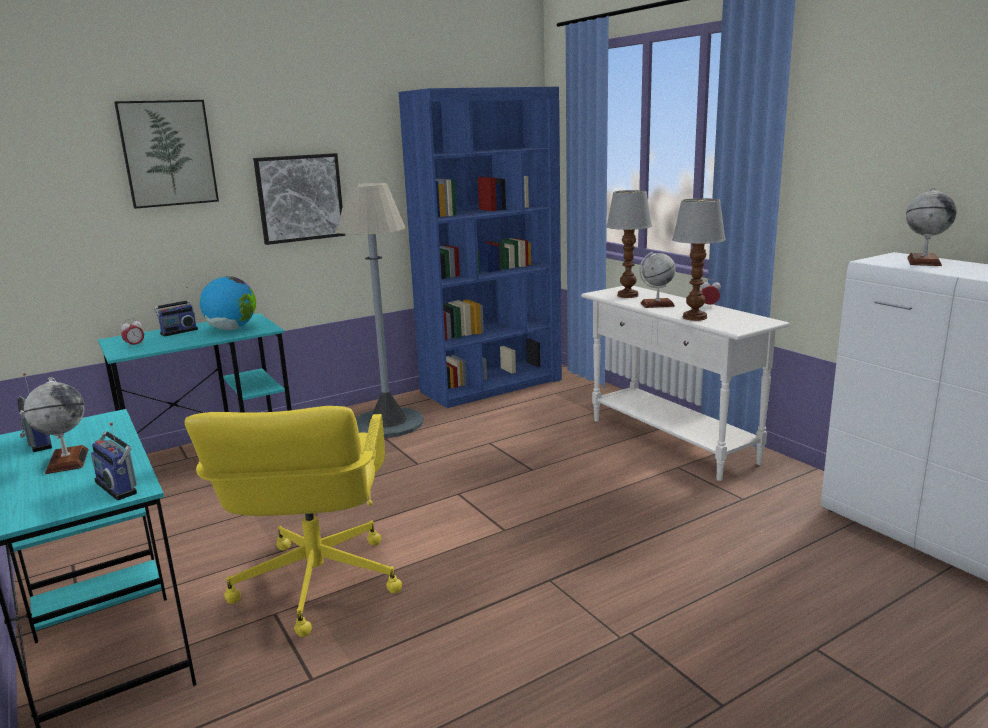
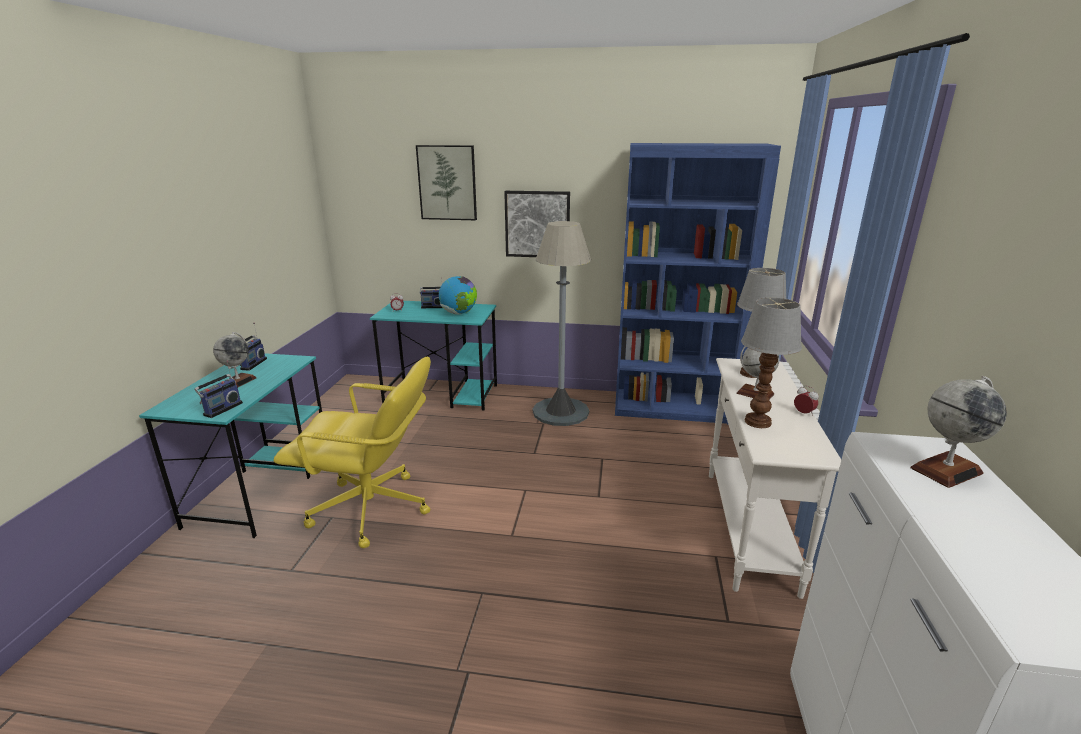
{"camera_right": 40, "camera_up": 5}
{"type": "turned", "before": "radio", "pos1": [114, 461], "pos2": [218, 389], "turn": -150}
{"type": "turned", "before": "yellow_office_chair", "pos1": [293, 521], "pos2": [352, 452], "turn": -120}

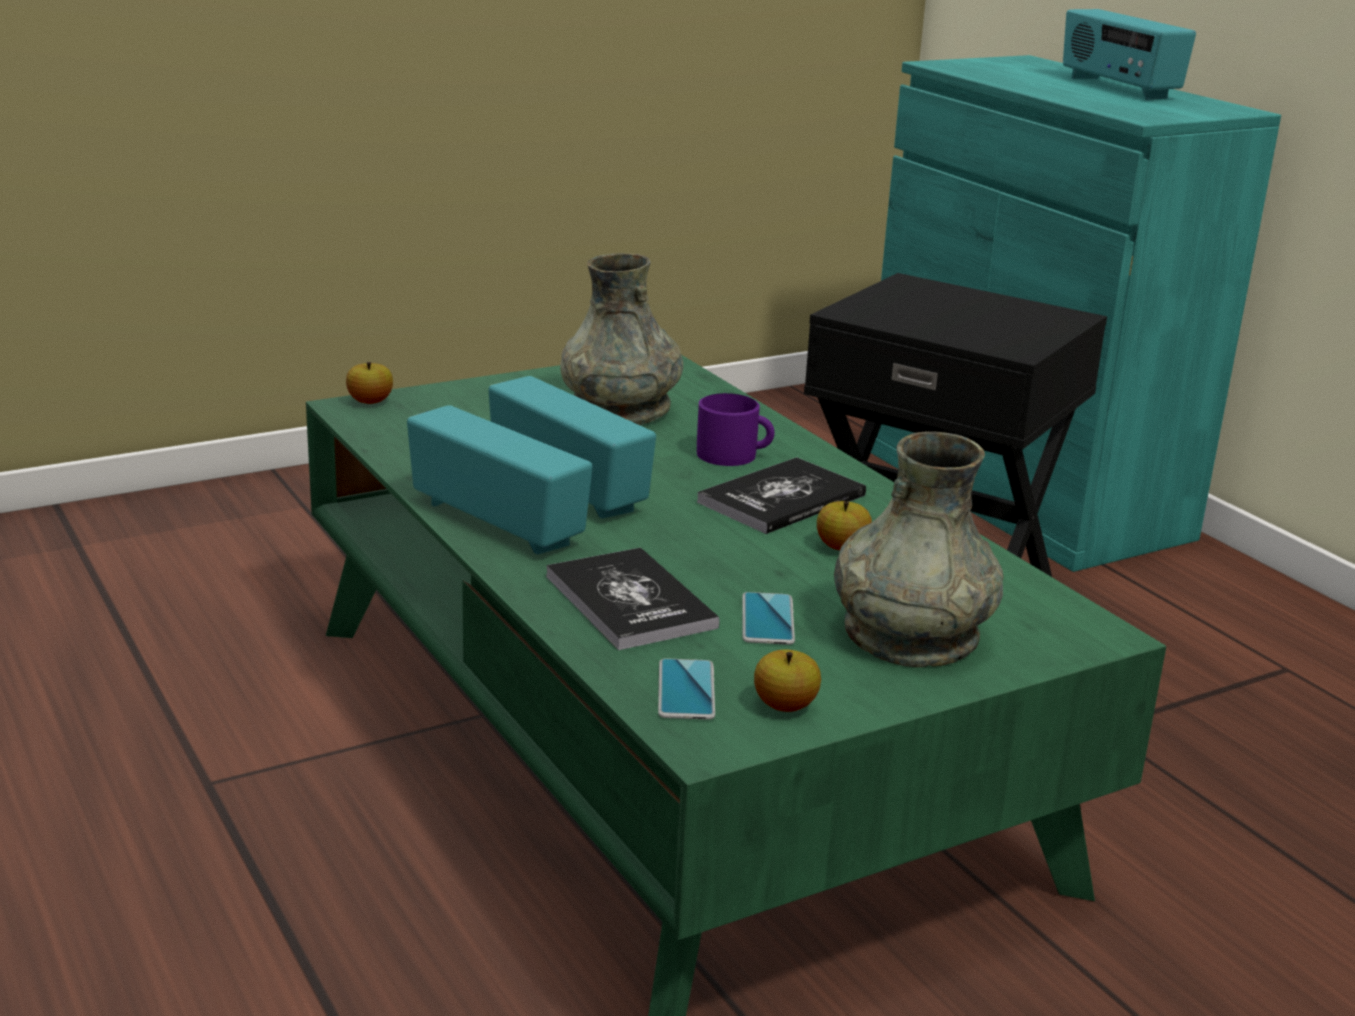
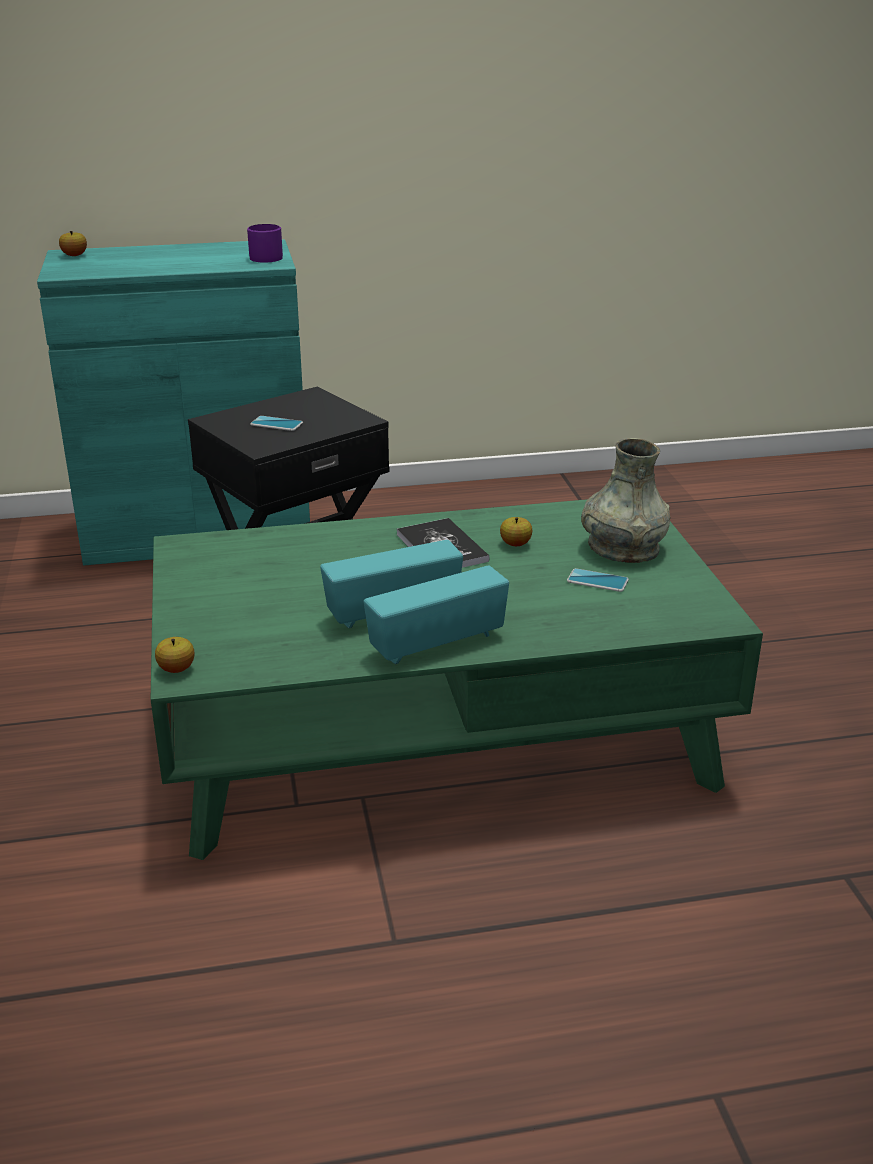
{"camera_right": -70, "camera_up": 5}
{"type": "removed", "before": "book", "pos1": [633, 599]}
{"type": "removed", "before": "grey_vase", "pos1": [621, 339]}
{"type": "moved", "before": "phone", "pos1": [686, 689], "pos2": [276, 423]}
{"type": "moved", "before": "purple_mug", "pos1": [736, 429], "pos2": [265, 243]}
{"type": "moved", "before": "apple", "pos1": [787, 681], "pos2": [73, 243]}
{"type": "removed", "before": "radio", "pos1": [1129, 54]}

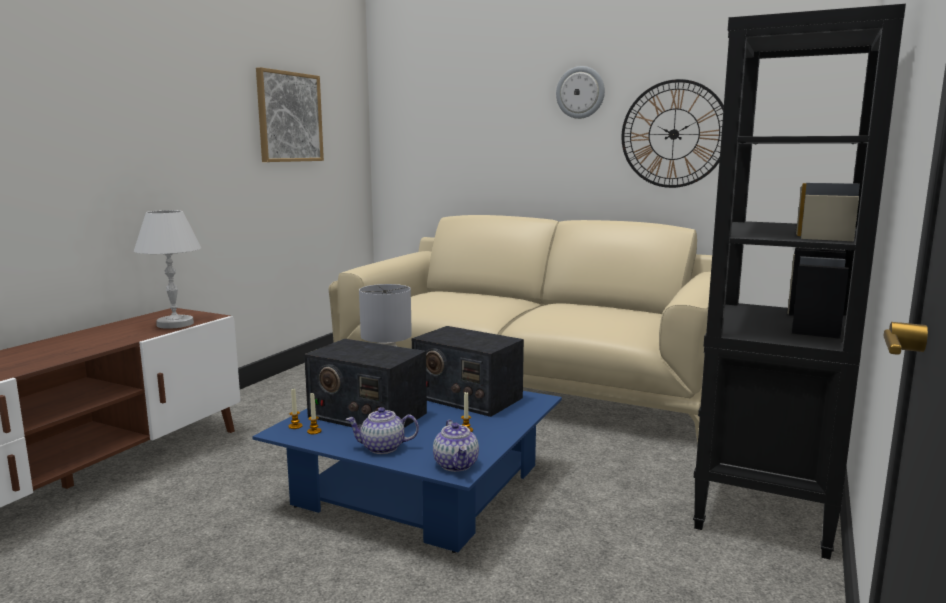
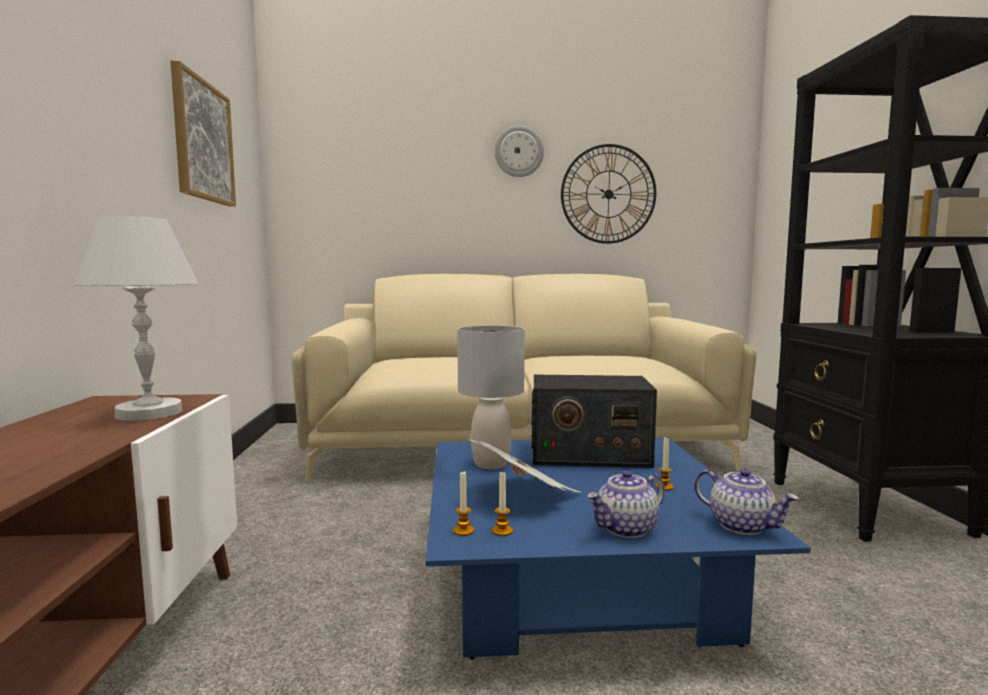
{"camera_right": -30, "camera_up": -5}
{"type": "replaced", "before": "radio", "after": "newspaper", "pos1": [365, 383], "pos2": [525, 466]}

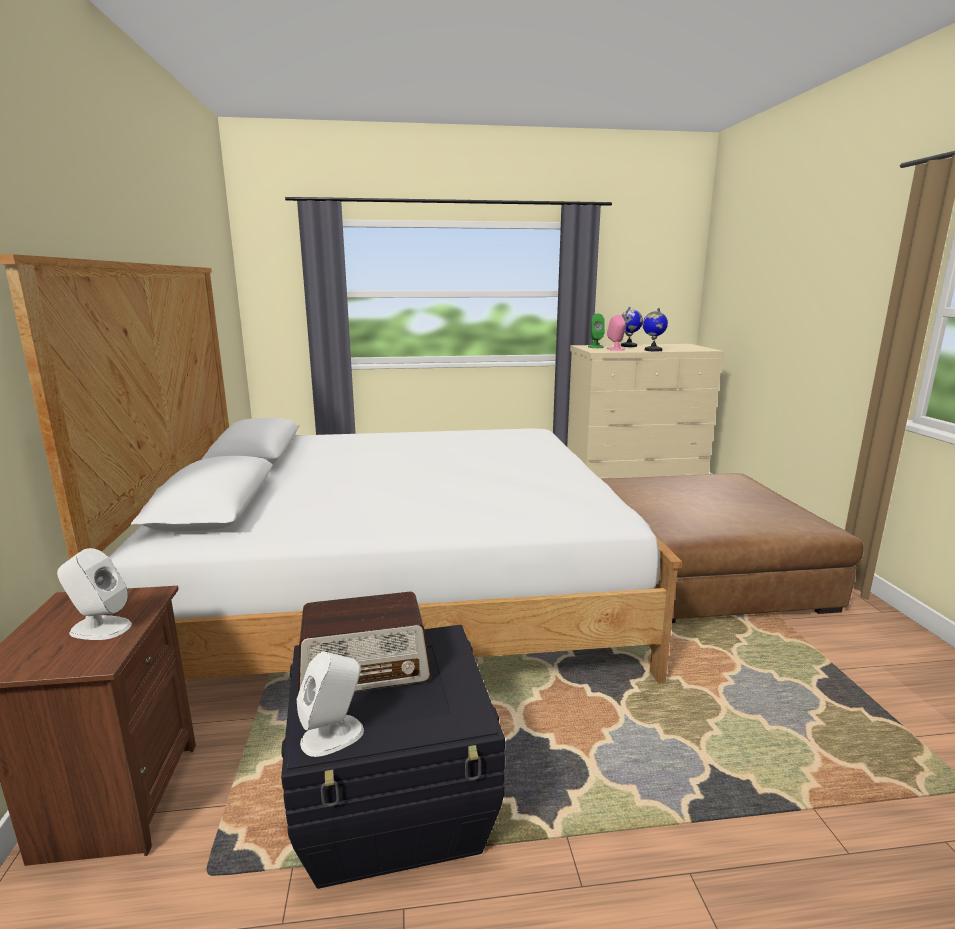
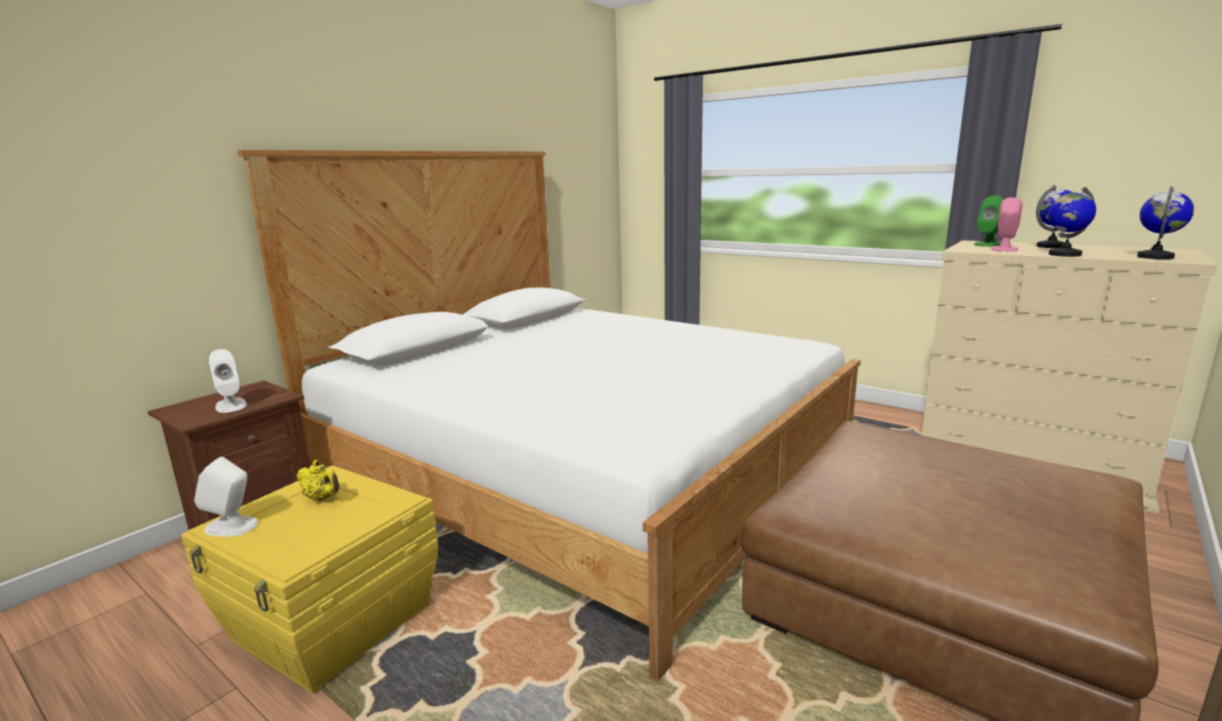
{"camera_right": 45, "camera_up": 0}
{"type": "recoloured", "before": "black_storage_box", "after": "yellow_storage_box", "pos1": [393, 757], "pos2": [309, 580]}
{"type": "replaced", "before": "radio", "after": "yellow_teapot", "pos1": [364, 643], "pos2": [318, 480]}
{"type": "added", "after": "globe", "pos2": [1165, 222]}

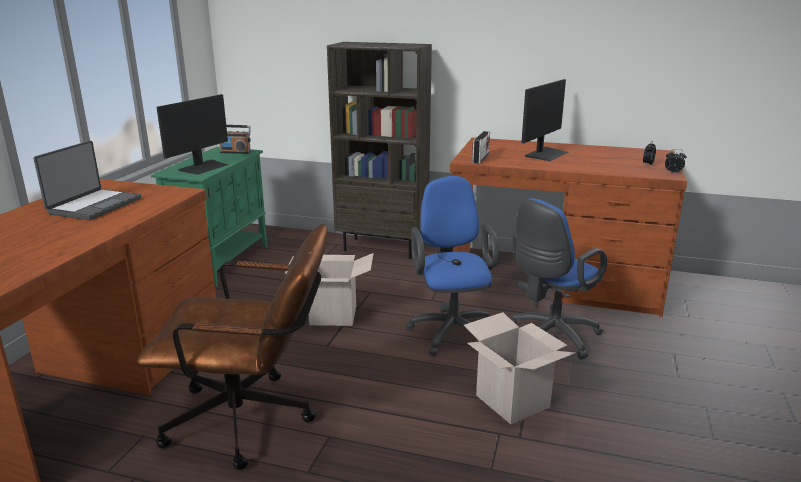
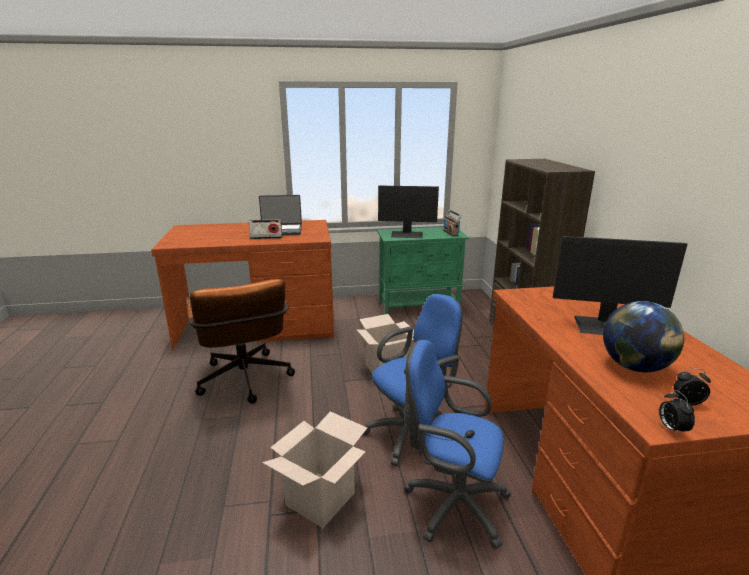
{"camera_right": 65, "camera_up": 0}
{"type": "moved", "before": "radio", "pos1": [481, 147], "pos2": [265, 229]}
{"type": "added", "after": "globe", "pos2": [643, 336]}

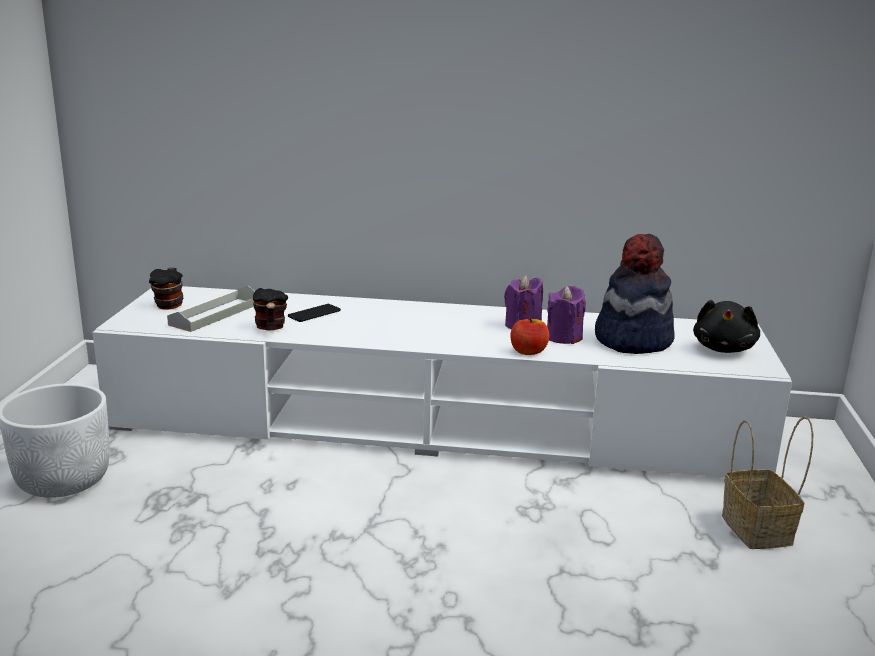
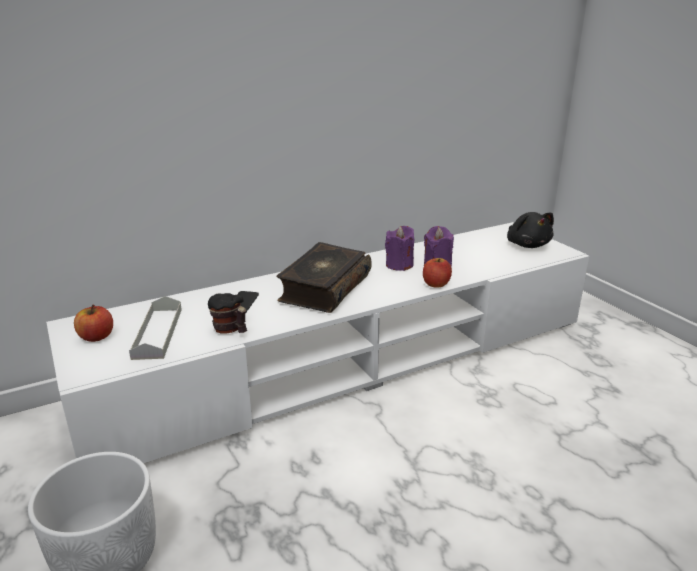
{"camera_right": -35, "camera_up": 5}
{"type": "replaced", "before": "mug", "after": "apple", "pos1": [166, 289], "pos2": [93, 323]}
{"type": "removed", "before": "hat", "pos1": [635, 294]}
{"type": "removed", "before": "basket", "pos1": [767, 482]}
{"type": "added", "after": "book", "pos2": [324, 277]}

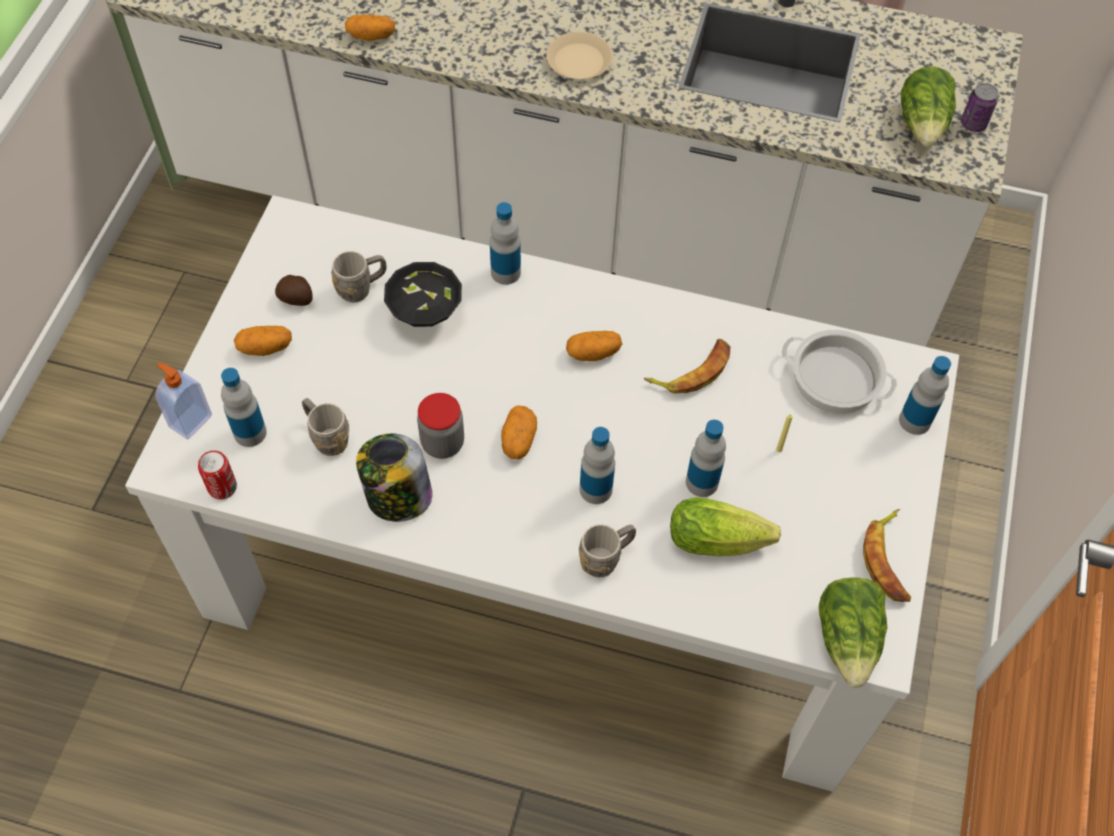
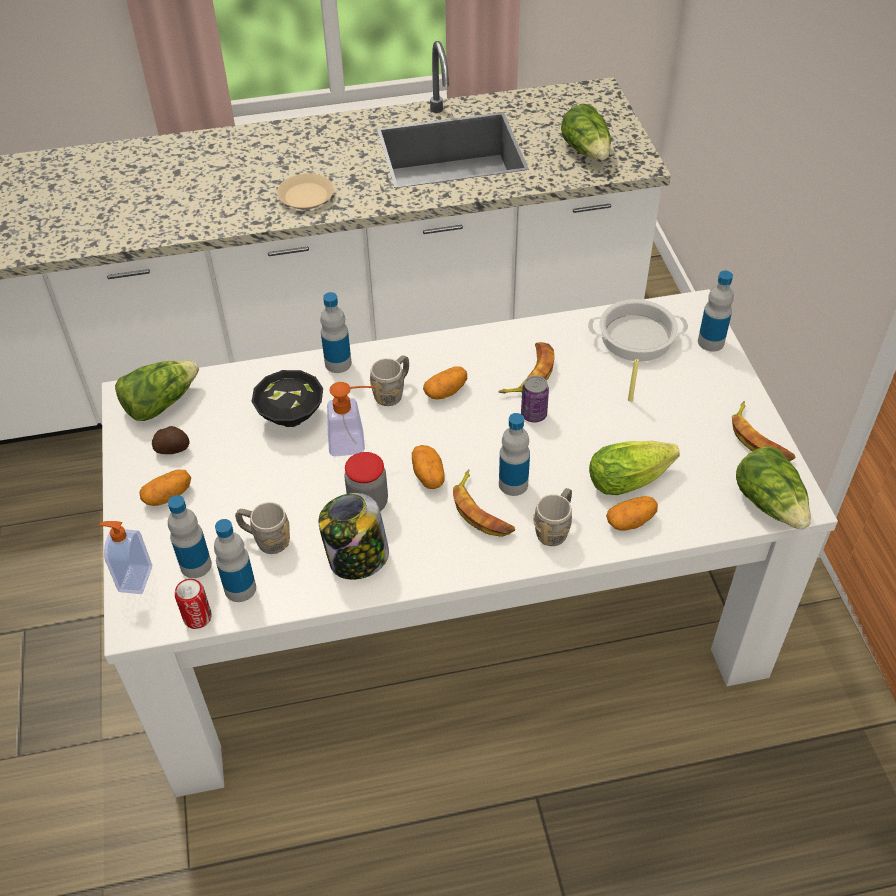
{"camera_right": -25, "camera_up": -10}
{"type": "moved", "before": "grey_mug", "pos1": [359, 276], "pos2": [389, 380]}
{"type": "moved", "before": "potato", "pos1": [370, 28], "pos2": [632, 513]}
{"type": "moved", "before": "bottle", "pos1": [706, 458], "pos2": [235, 560]}
{"type": "moved", "before": "can", "pos1": [980, 107], "pos2": [535, 399]}
{"type": "added", "after": "lettuce", "pos2": [157, 390]}
{"type": "added", "after": "soap_dispenser", "pos2": [351, 419]}
{"type": "added", "after": "banana", "pos2": [484, 503]}

